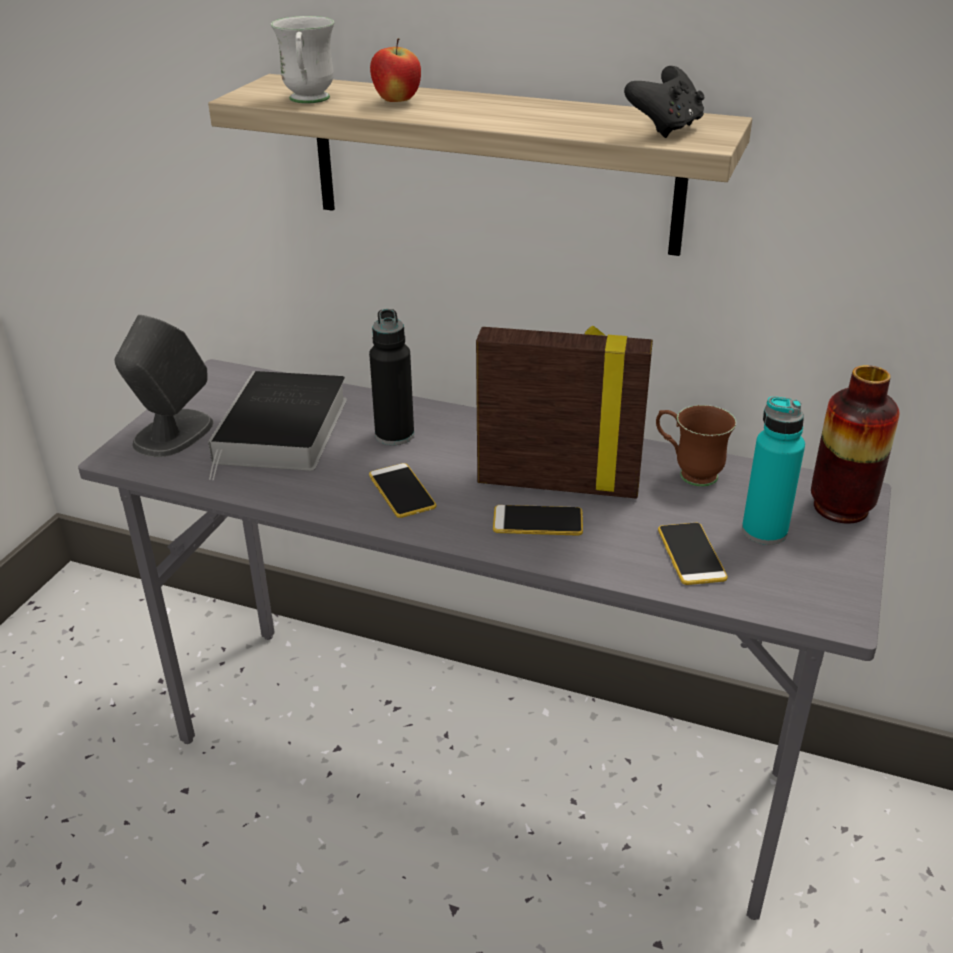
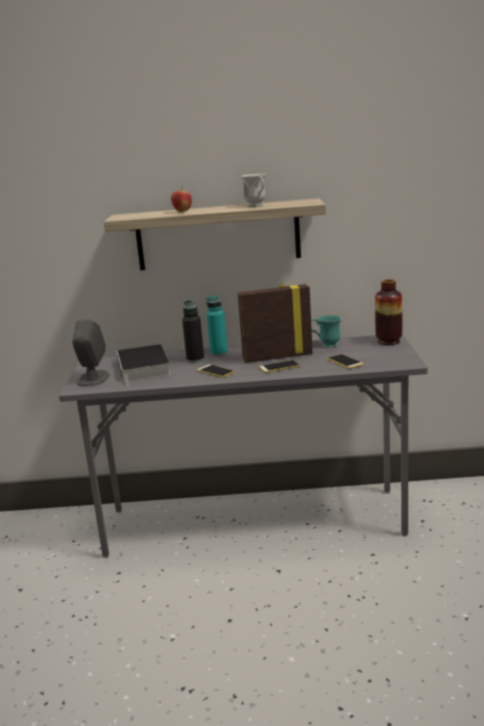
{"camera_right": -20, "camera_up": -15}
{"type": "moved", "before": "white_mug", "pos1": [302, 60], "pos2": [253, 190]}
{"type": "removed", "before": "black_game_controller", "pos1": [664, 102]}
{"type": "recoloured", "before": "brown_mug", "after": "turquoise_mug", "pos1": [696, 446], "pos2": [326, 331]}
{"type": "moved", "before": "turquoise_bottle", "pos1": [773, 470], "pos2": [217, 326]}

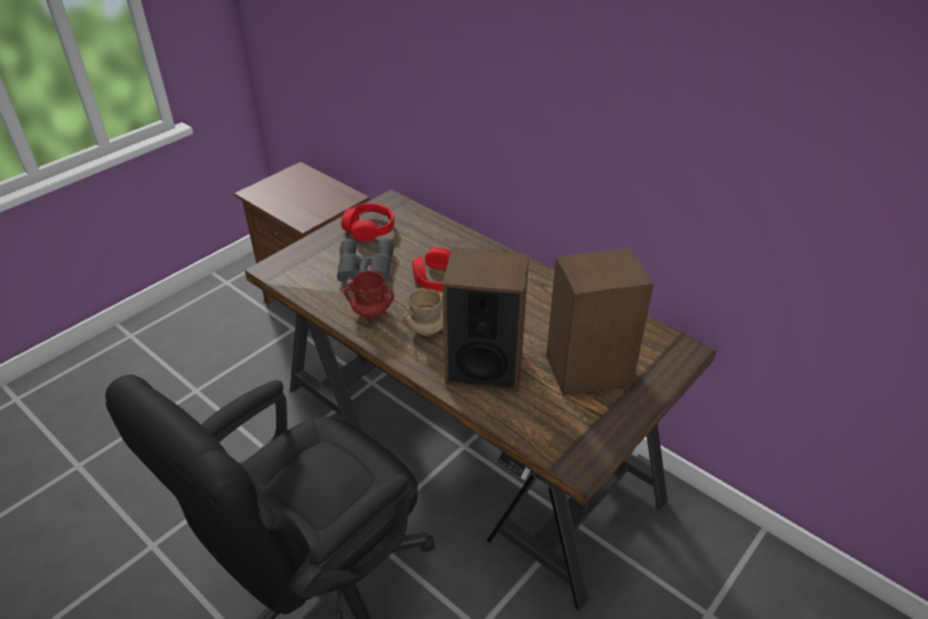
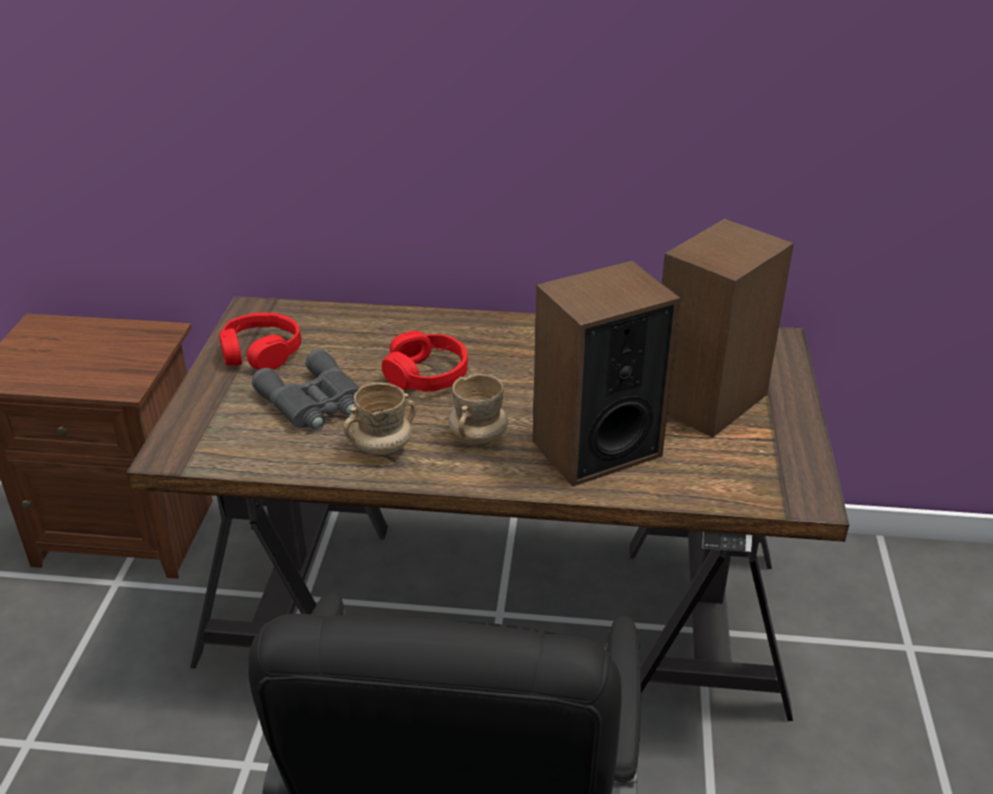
{"camera_right": -35, "camera_up": -5}
{"type": "recoloured", "before": "red_mug", "after": "beige_mug", "pos1": [369, 294], "pos2": [379, 419]}

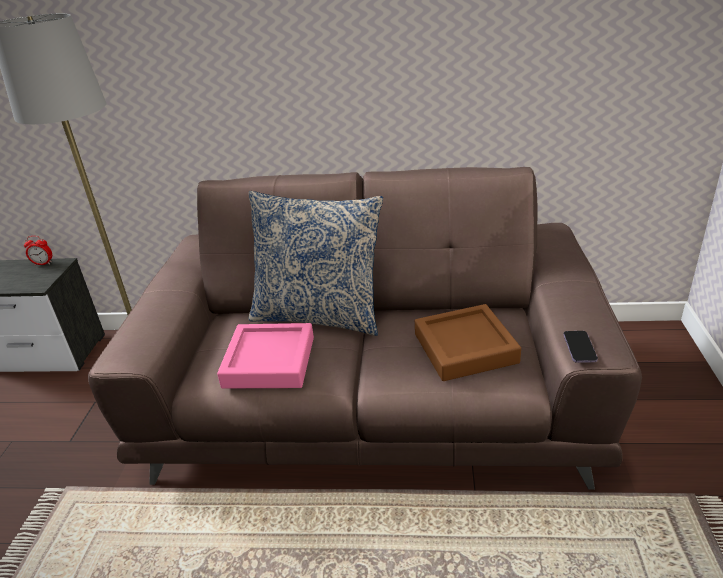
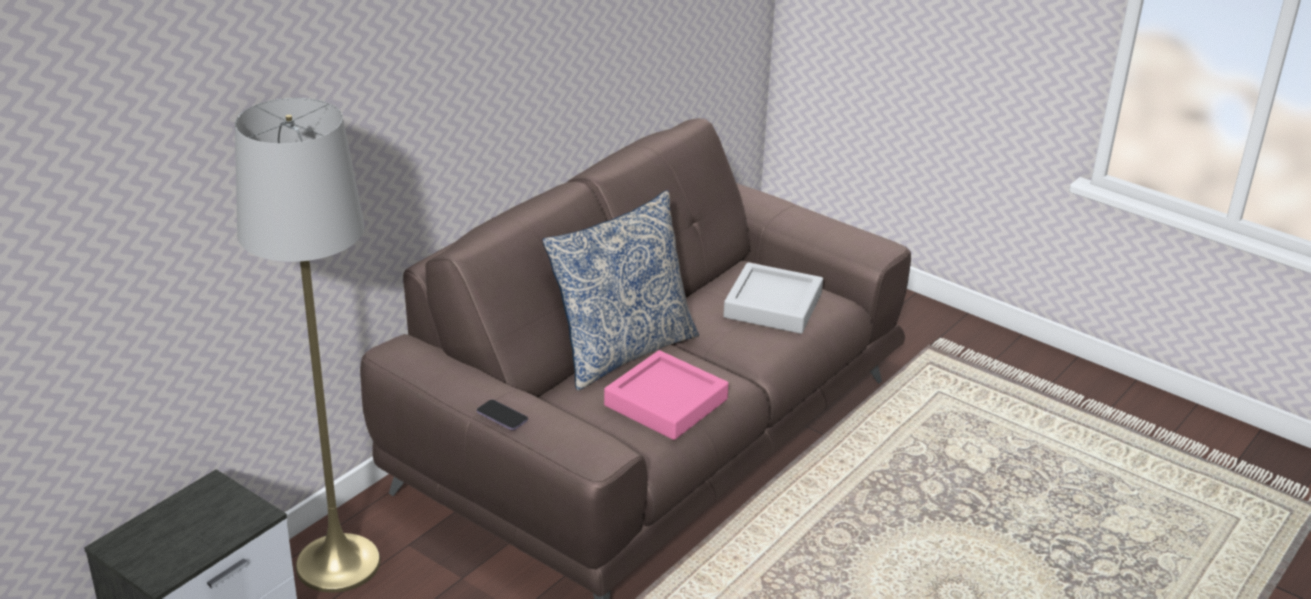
{"camera_right": -60, "camera_up": 0}
{"type": "removed", "before": "alarm_clock", "pos1": [38, 250]}
{"type": "recoloured", "before": "brown_tray", "after": "grey_tray", "pos1": [468, 342], "pos2": [773, 298]}
{"type": "moved", "before": "phone", "pos1": [580, 347], "pos2": [502, 415]}

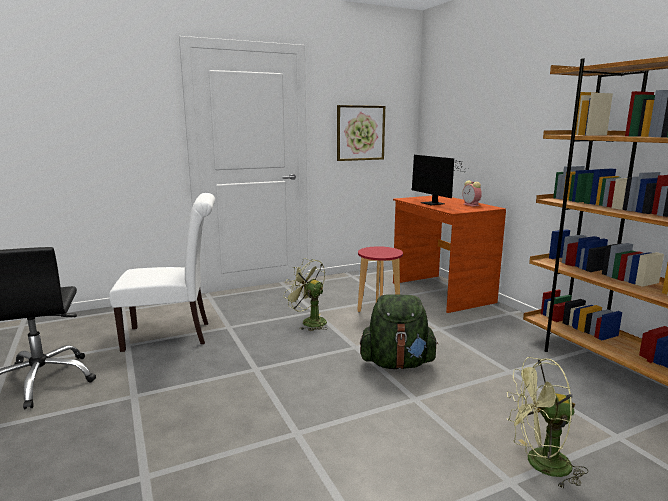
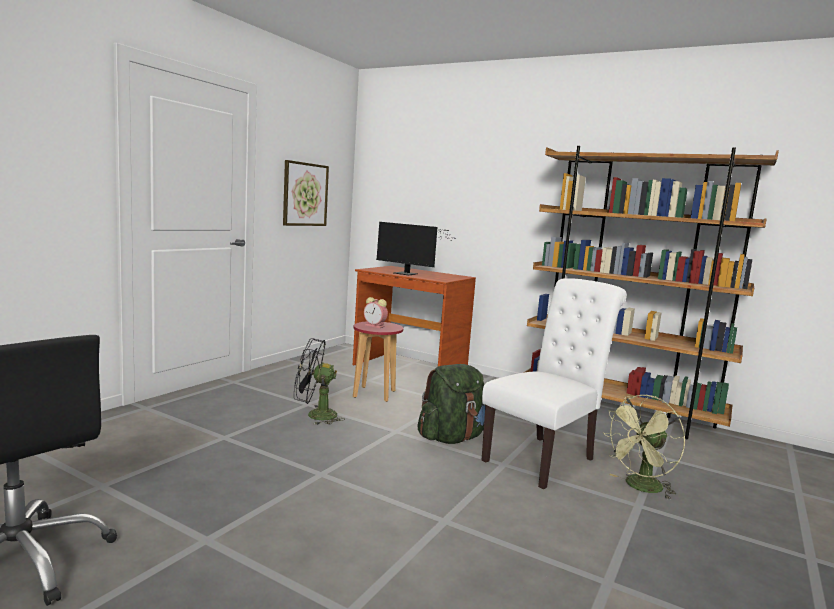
{"camera_right": -35, "camera_up": -5}
{"type": "moved", "before": "white_chair", "pos1": [162, 272], "pos2": [554, 383]}
{"type": "recoloured", "before": "green_fan", "after": "black_fan", "pos1": [305, 294], "pos2": [319, 381]}
{"type": "moved", "before": "alarm_clock", "pos1": [472, 193], "pos2": [376, 312]}

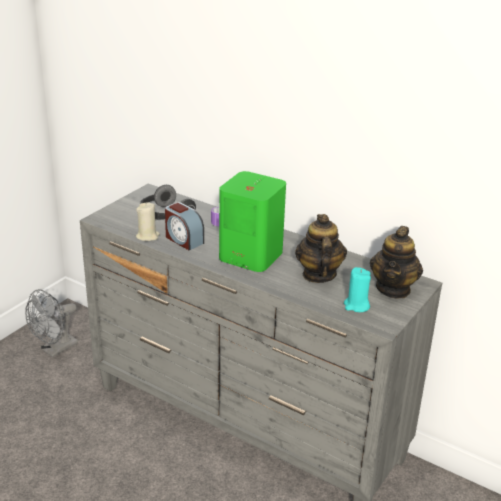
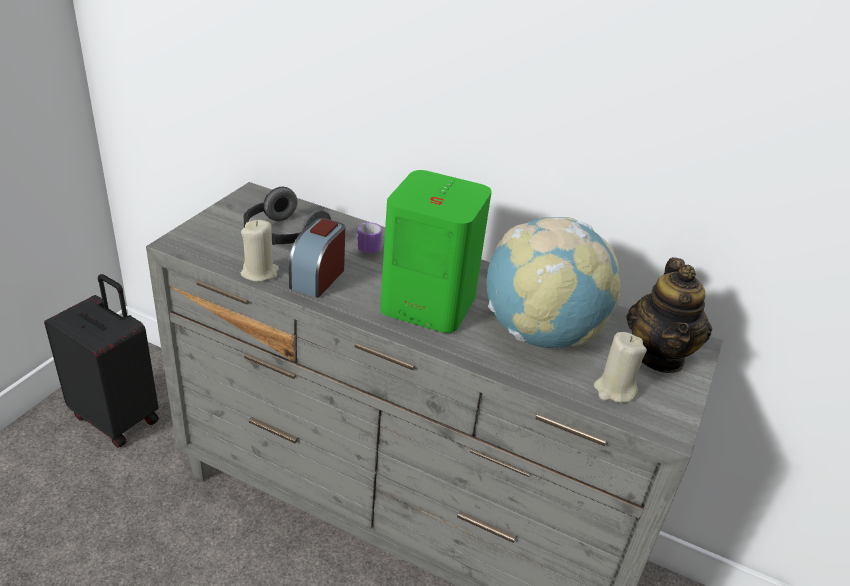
{"camera_right": -10, "camera_up": 5}
{"type": "replaced", "before": "grey_fan", "after": "black_suitcase", "pos1": [51, 323], "pos2": [101, 361]}
{"type": "turned", "before": "alarm_clock", "pos1": [184, 226], "pos2": [317, 258], "turn": 75}
{"type": "replaced", "before": "teapot", "after": "globe", "pos1": [321, 248], "pos2": [553, 282]}
{"type": "recoloured", "before": "turquoise_candle", "after": "beige_candle", "pos1": [357, 289], "pos2": [620, 367]}

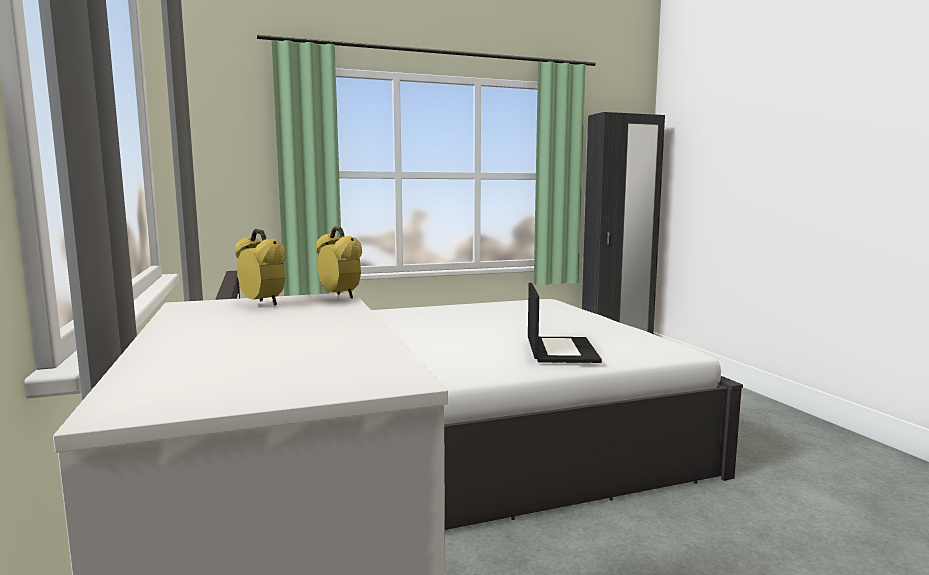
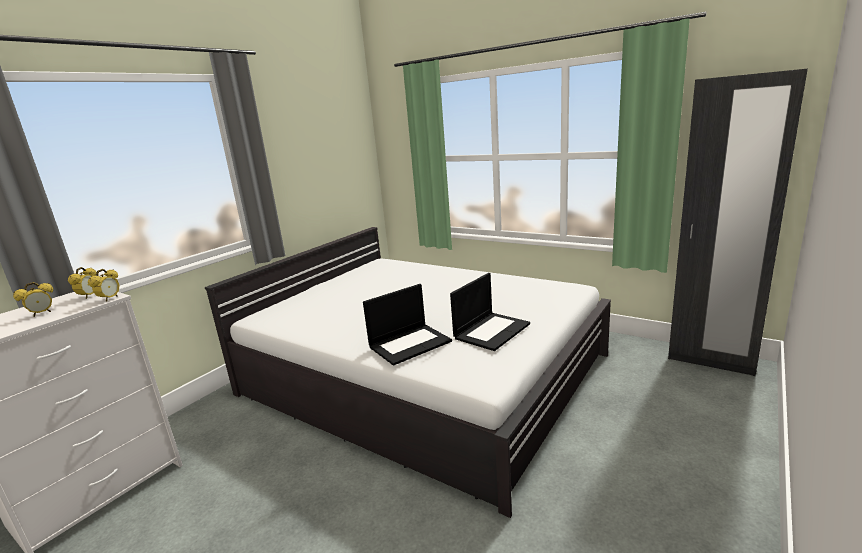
{"camera_right": 55, "camera_up": 10}
{"type": "added", "after": "alarm_clock", "pos2": [33, 299]}
{"type": "added", "after": "laptop", "pos2": [490, 312]}

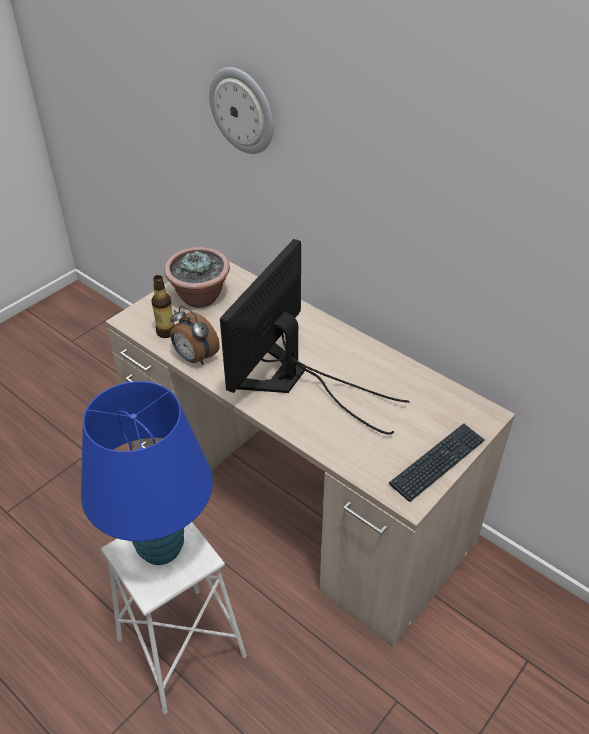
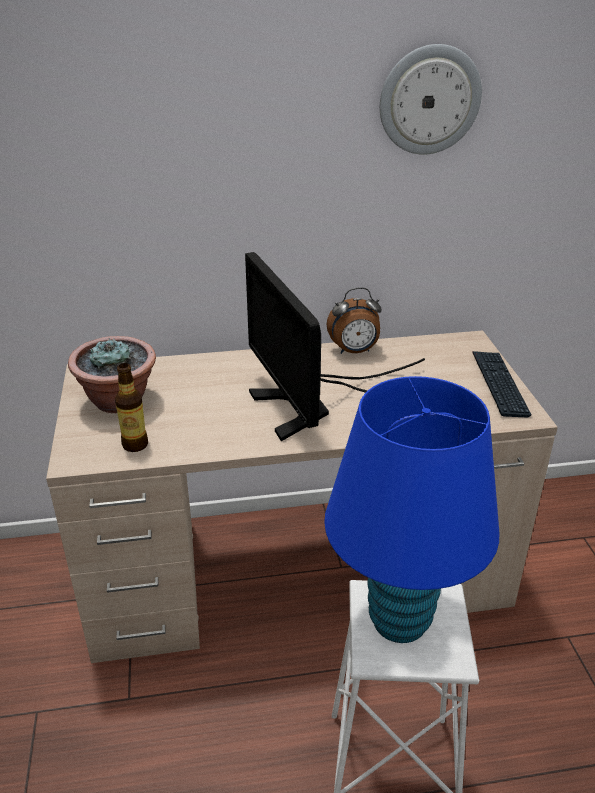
{"camera_right": -50, "camera_up": -10}
{"type": "moved", "before": "alarm_clock", "pos1": [195, 335], "pos2": [354, 321]}
{"type": "moved", "before": "wall_clock", "pos1": [241, 110], "pos2": [431, 99]}

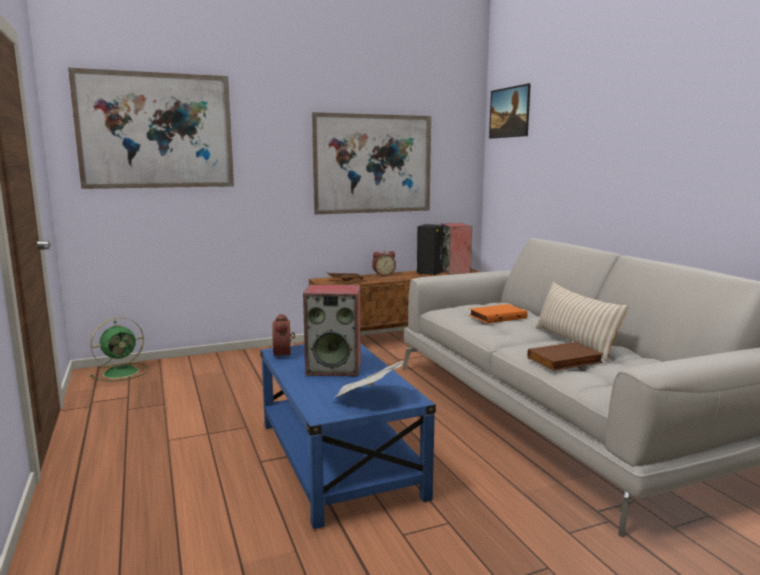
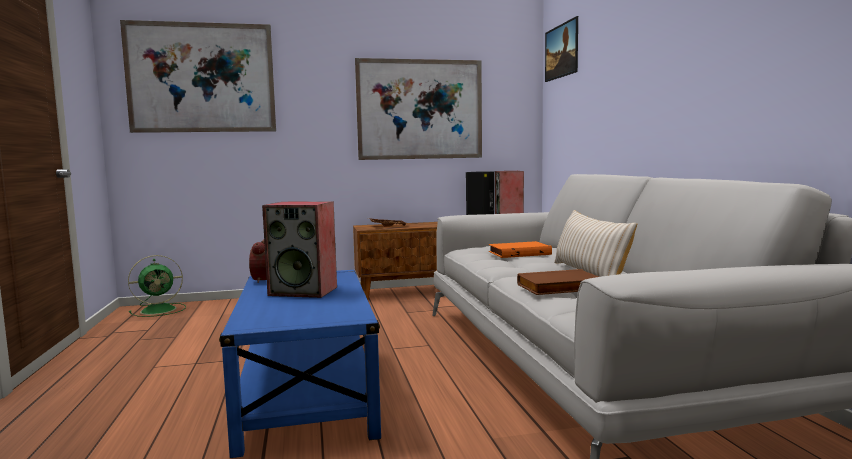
{"camera_right": 10, "camera_up": -5}
{"type": "removed", "before": "newspaper", "pos1": [369, 379]}
{"type": "removed", "before": "alarm_clock", "pos1": [384, 263]}

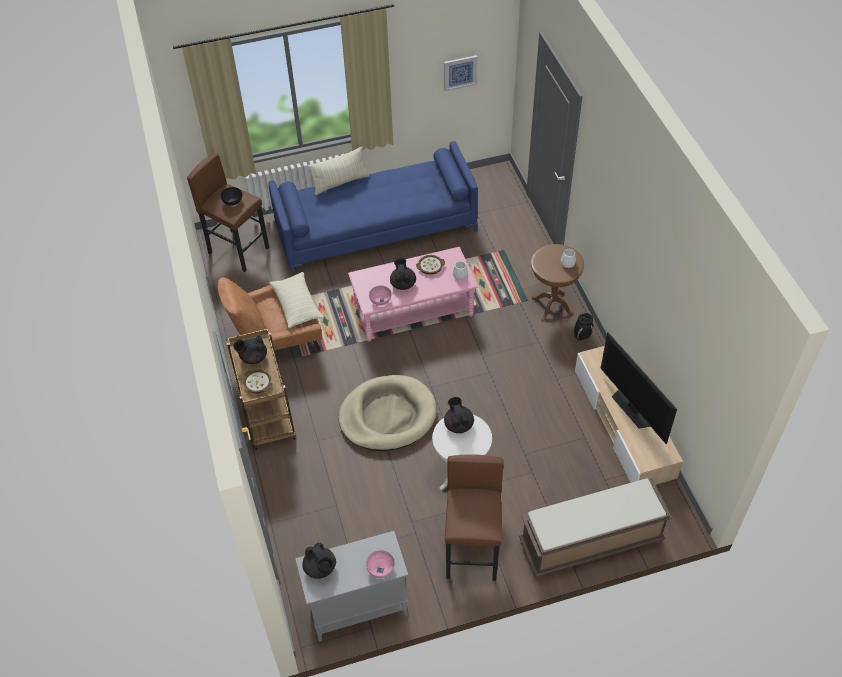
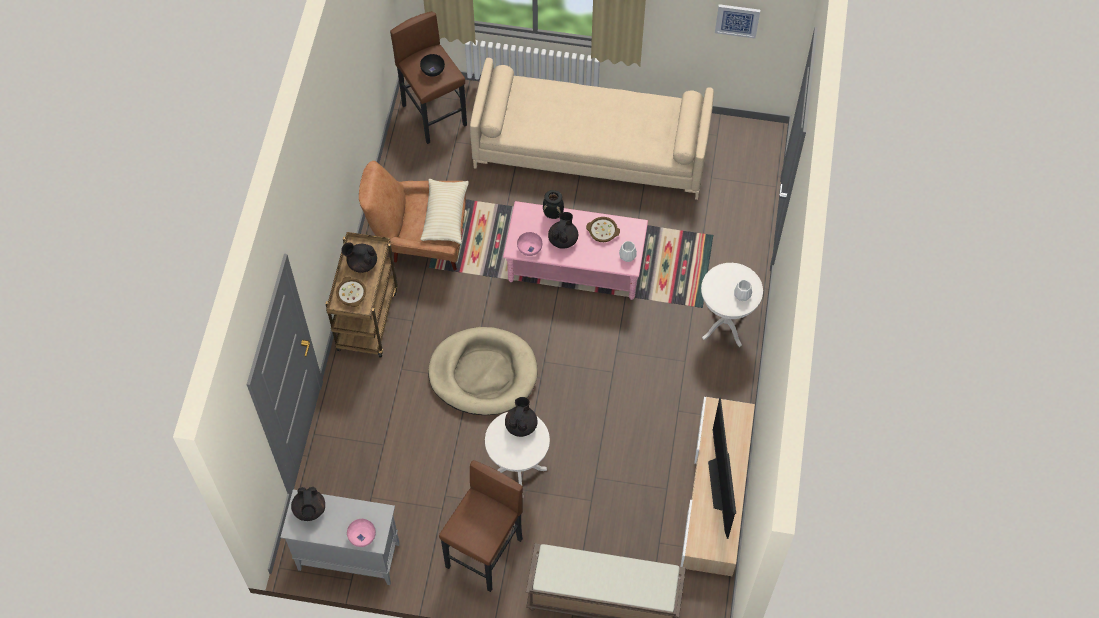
{"camera_right": 25, "camera_up": 10}
{"type": "recoloured", "before": "blue_sofa", "after": "beige_sofa", "pos1": [373, 208], "pos2": [592, 129]}
{"type": "removed", "before": "beige_pillow", "pos1": [338, 171]}
{"type": "recoloured", "before": "brown_side_table", "after": "white_side_table", "pos1": [557, 283], "pos2": [732, 305]}
{"type": "moved", "before": "black_vase", "pos1": [583, 326], "pos2": [553, 204]}

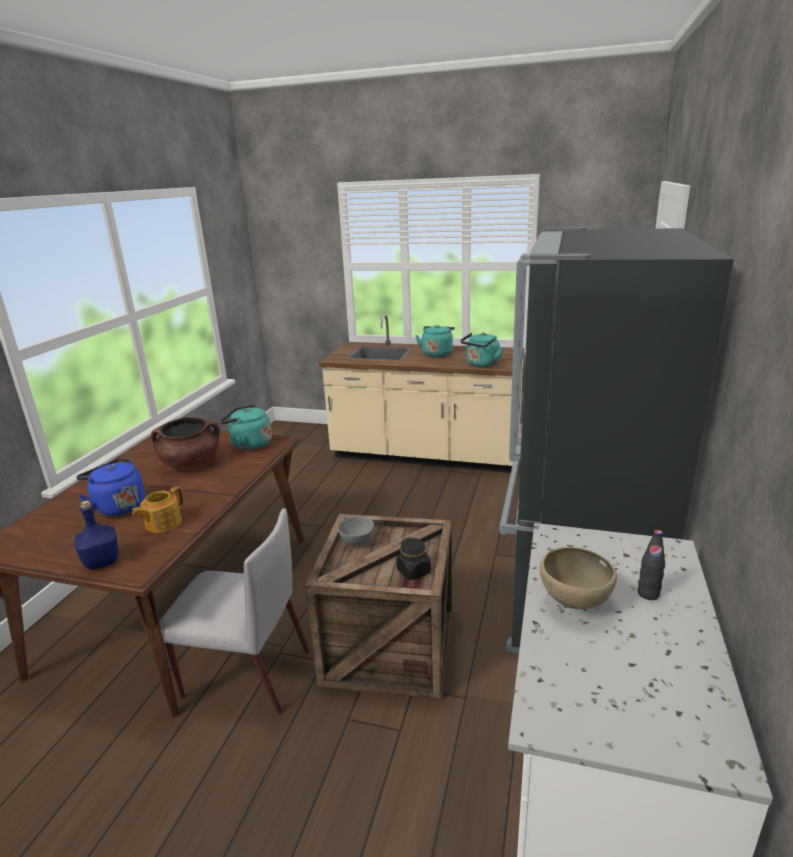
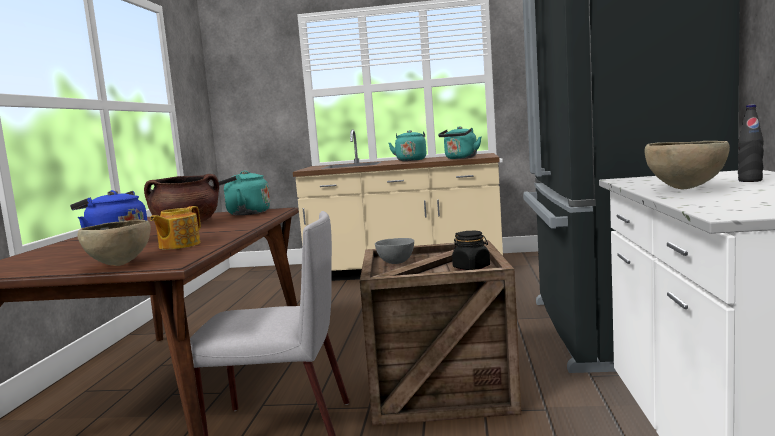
{"camera_right": -10, "camera_up": -15}
{"type": "replaced", "before": "blue_bottle", "after": "brown_bowl", "pos1": [96, 535], "pos2": [114, 243]}

